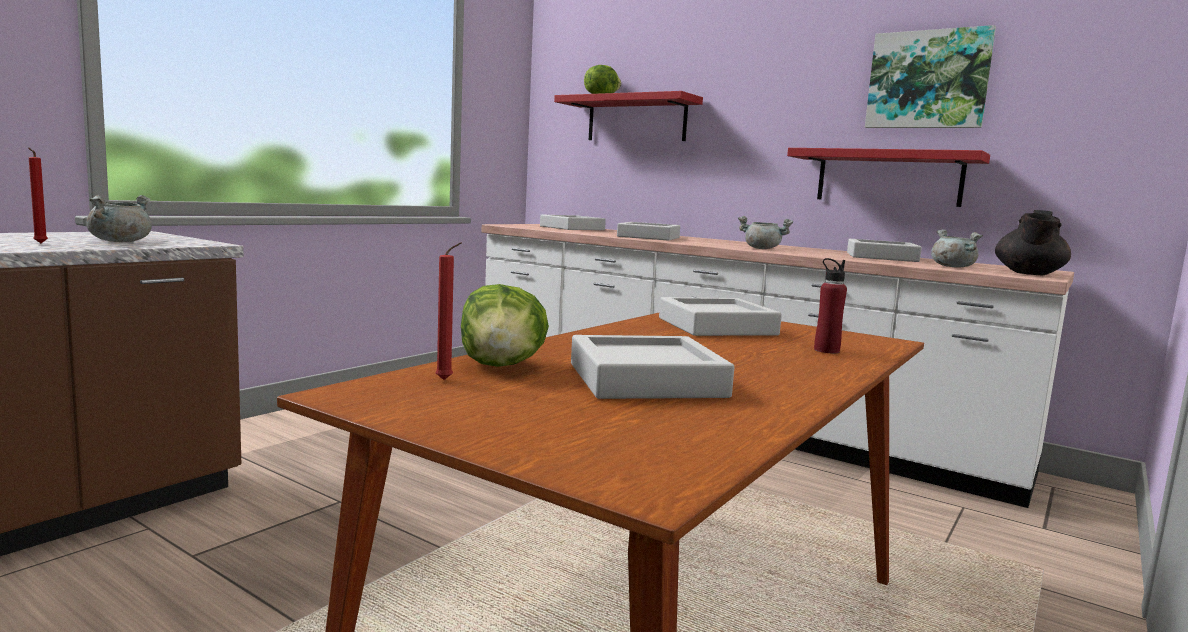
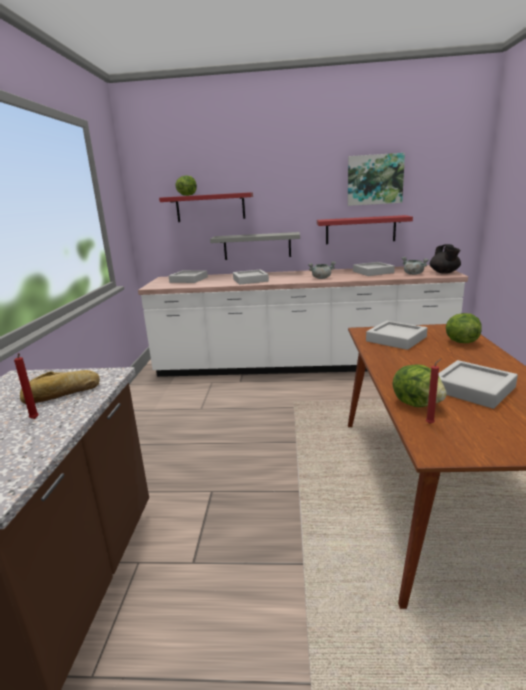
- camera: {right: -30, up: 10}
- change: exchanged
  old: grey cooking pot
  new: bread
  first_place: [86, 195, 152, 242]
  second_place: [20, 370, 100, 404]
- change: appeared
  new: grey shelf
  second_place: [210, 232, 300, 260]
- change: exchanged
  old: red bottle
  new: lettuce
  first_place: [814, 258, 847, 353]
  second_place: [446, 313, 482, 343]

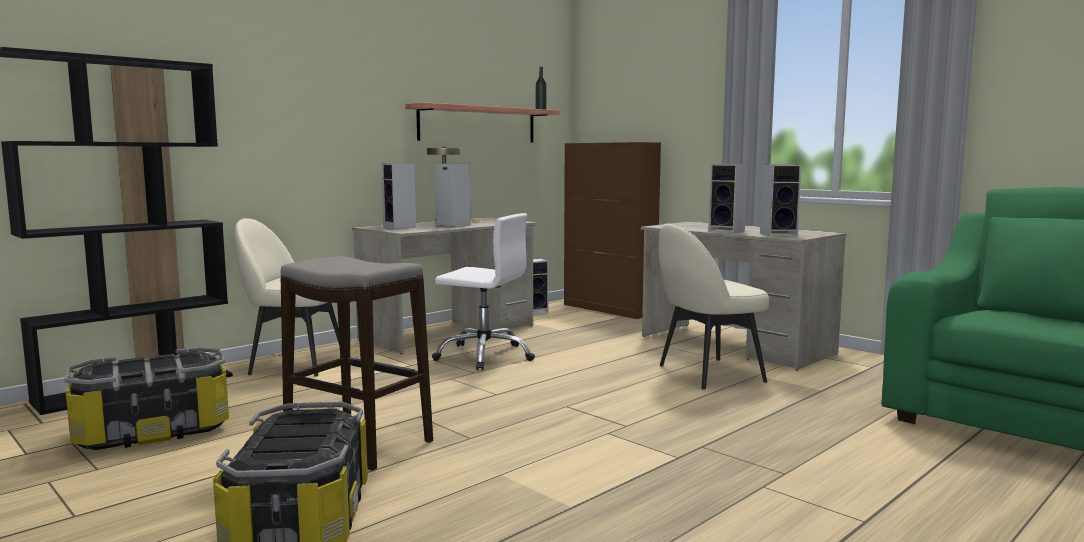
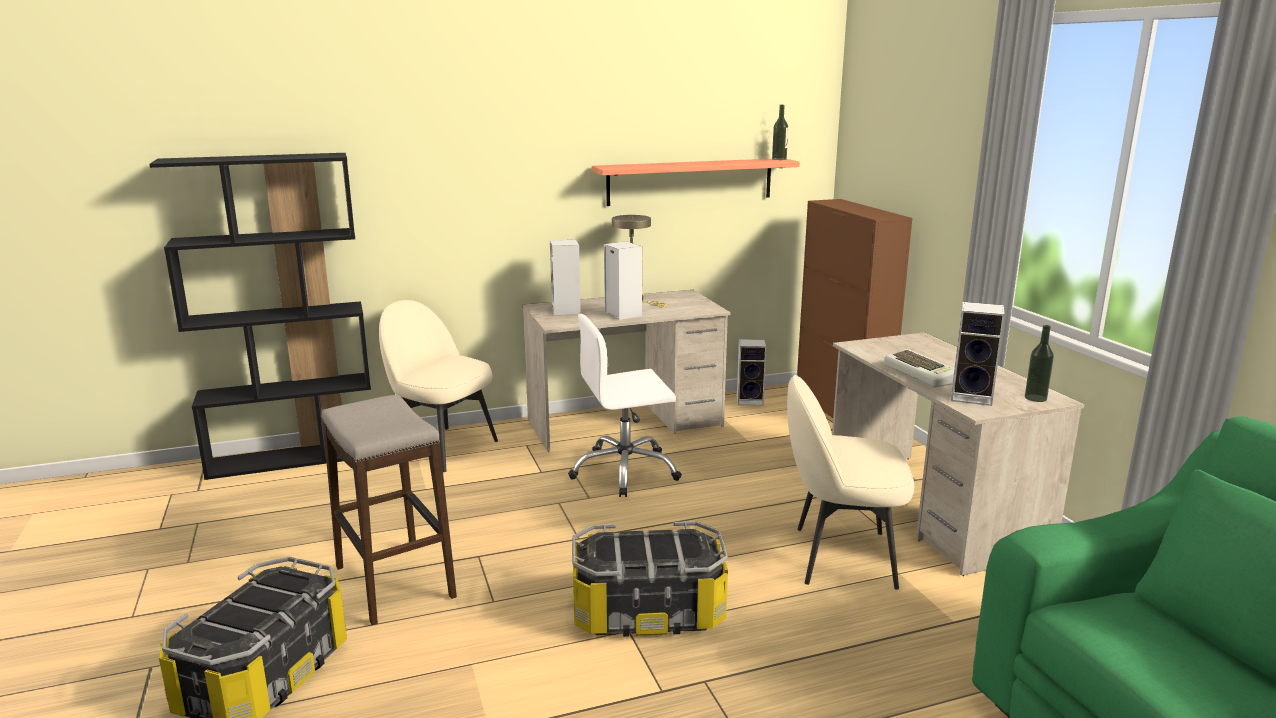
- camera: {right: 25, up: 10}
- change: spun
  old: white office chair
  first_place: [432, 213, 535, 370]
  second_place: [568, 314, 682, 497]
  degrees: 120
- change: relocated
  old: storage box
  first_place: [64, 347, 229, 450]
  second_place: [572, 521, 728, 637]
- change: exchanged
  old: speaker
  new: keyboard
  first_place: [708, 164, 748, 233]
  second_place: [884, 349, 954, 387]
- change: appeared
  new: bottle
  second_place: [1025, 325, 1054, 402]

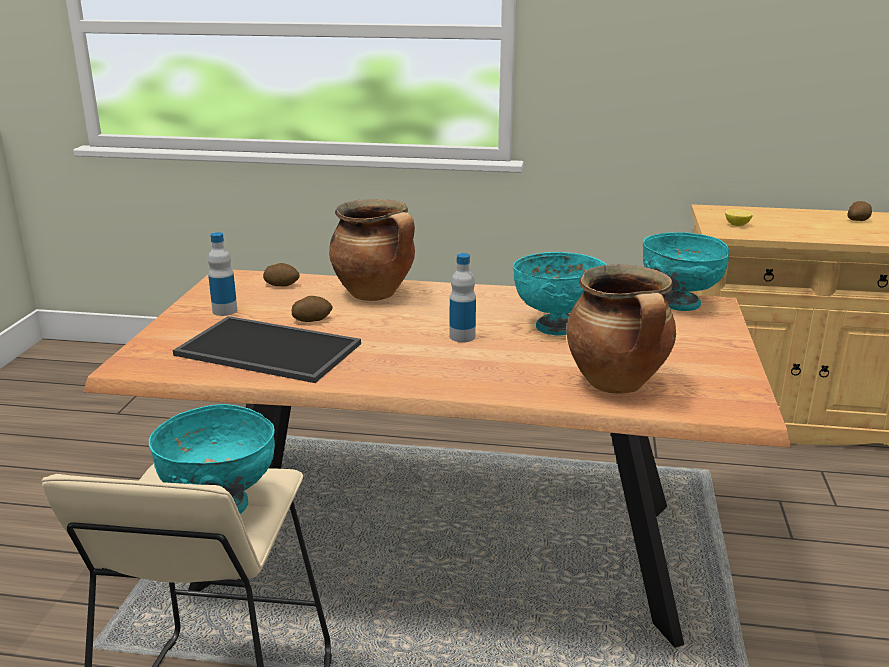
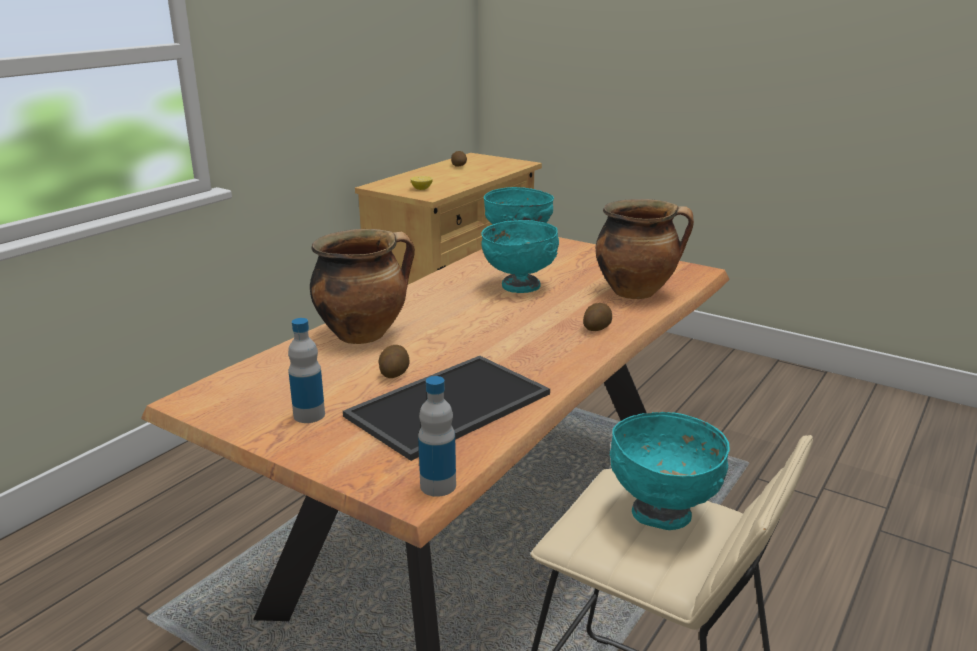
- camera: {right: -65, up: 0}
- change: relocated
  old: bottle
  first_place: [450, 253, 476, 342]
  second_place: [418, 376, 456, 497]
- change: relocated
  old: potato
  first_place: [263, 263, 300, 287]
  second_place: [583, 303, 612, 331]

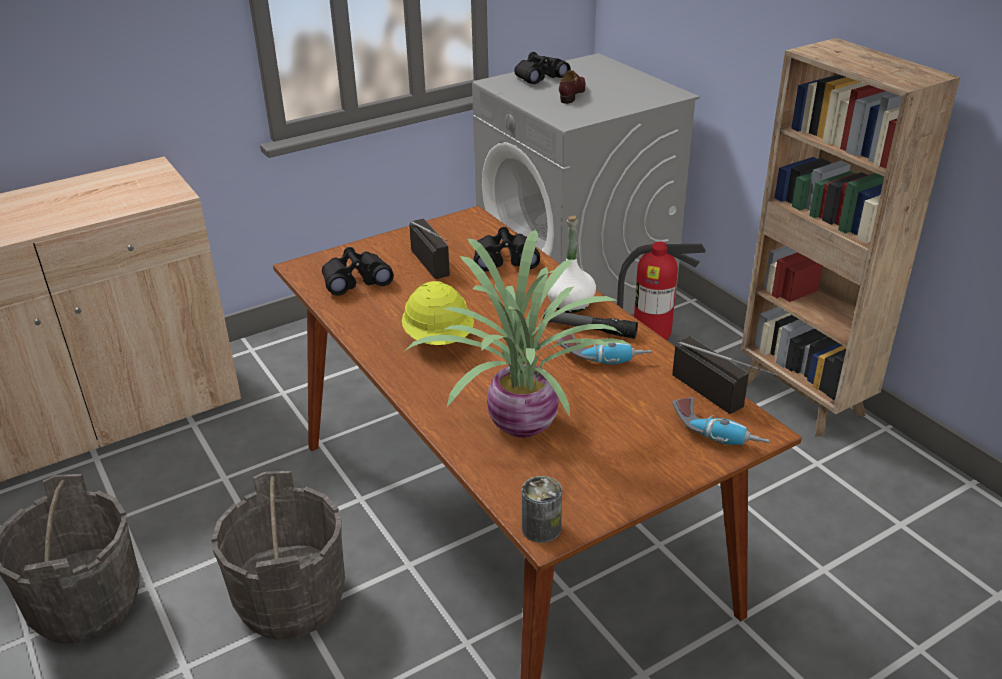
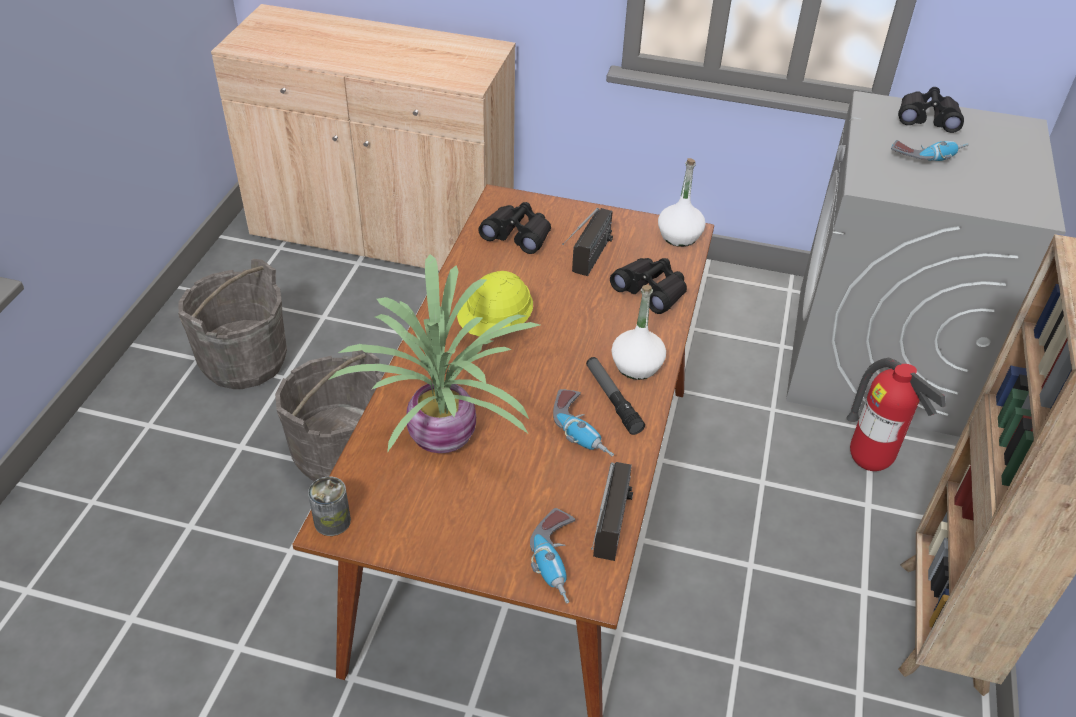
- camera: {right: 45, up: 10}
- change: appeared
  new: white bottle
  second_place: [658, 158, 706, 247]
- change: exchanged
  old: brown shoe
  new: power drill
  first_place: [559, 70, 586, 104]
  second_place: [891, 140, 969, 161]

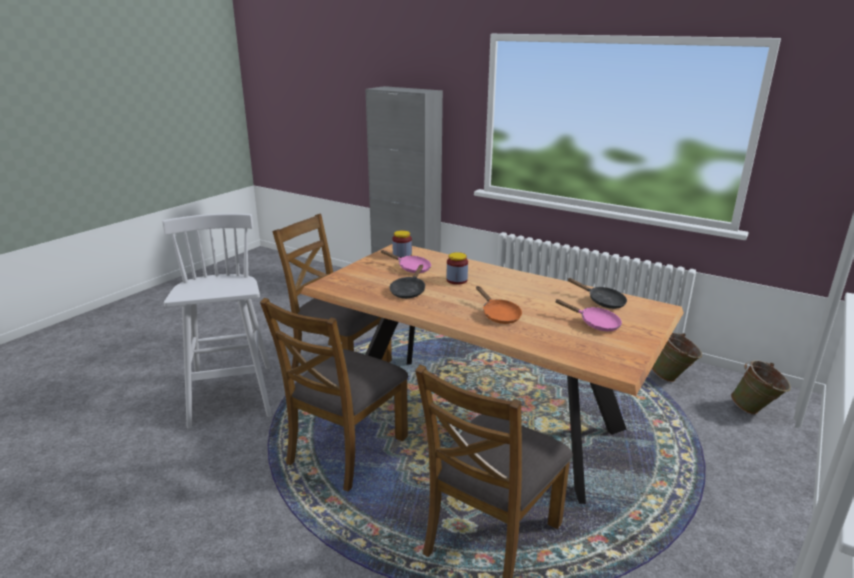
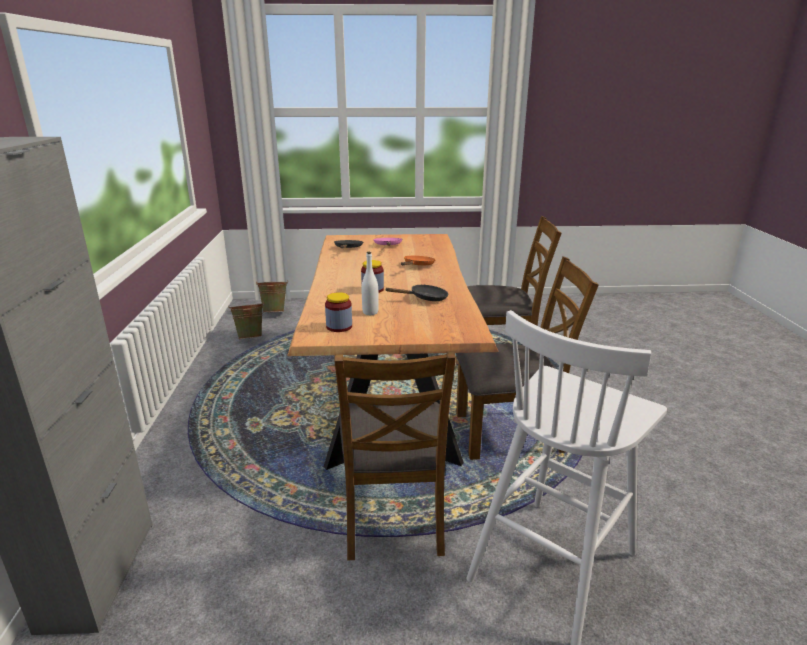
- camera: {right: -125, up: 0}
- change: exchanged
  old: pink frying pan
  new: white bottle
  first_place: [380, 250, 431, 273]
  second_place: [362, 252, 379, 315]

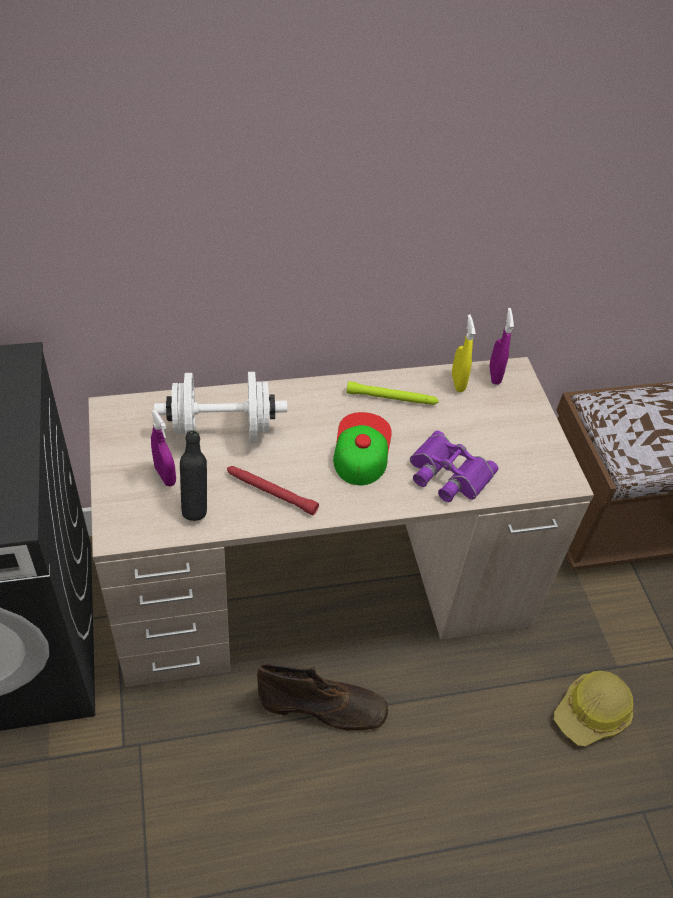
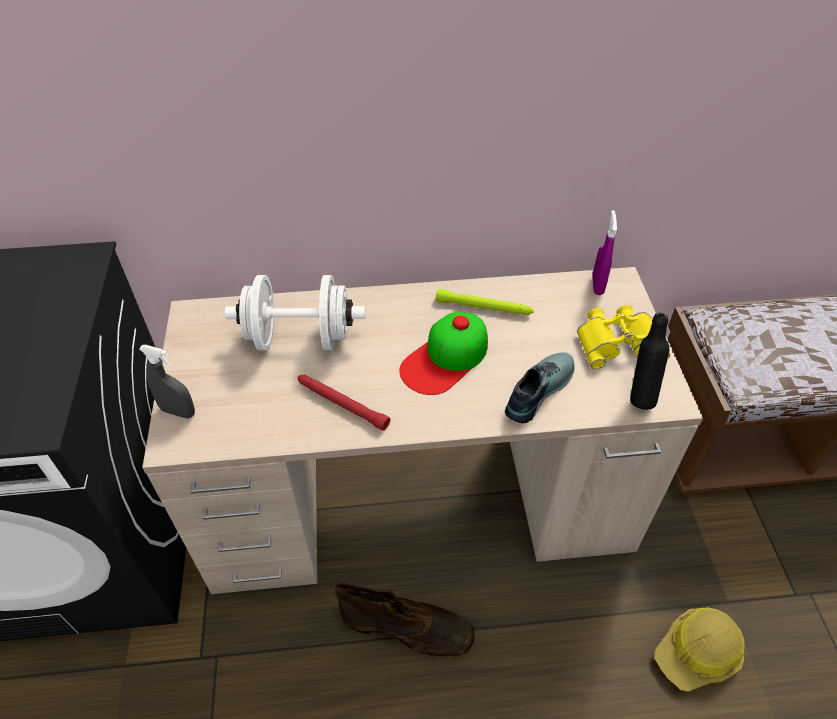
- camera: {right: 10, up: 0}
- change: appeared
  new: grey spray bottle
  second_place: [139, 344, 195, 419]
- change: spun
  old: cap
  first_place: [333, 412, 392, 486]
  second_place: [399, 312, 488, 395]
  degrees: -150
- change: exchanged
  old: purple binoculars
  new: shoe
  first_place: [410, 431, 498, 502]
  second_place: [505, 352, 575, 423]
- change: appeared
  new: yellow binoculars
  second_place: [577, 305, 670, 369]
- change: relocated
  old: black bottle
  first_place: [180, 430, 207, 521]
  second_place: [630, 312, 669, 410]
- change: missing
  old: purple spray bottle
  first_place: [151, 410, 176, 486]
- change: missing
  old: yellow spray bottle
  first_place: [452, 314, 476, 392]

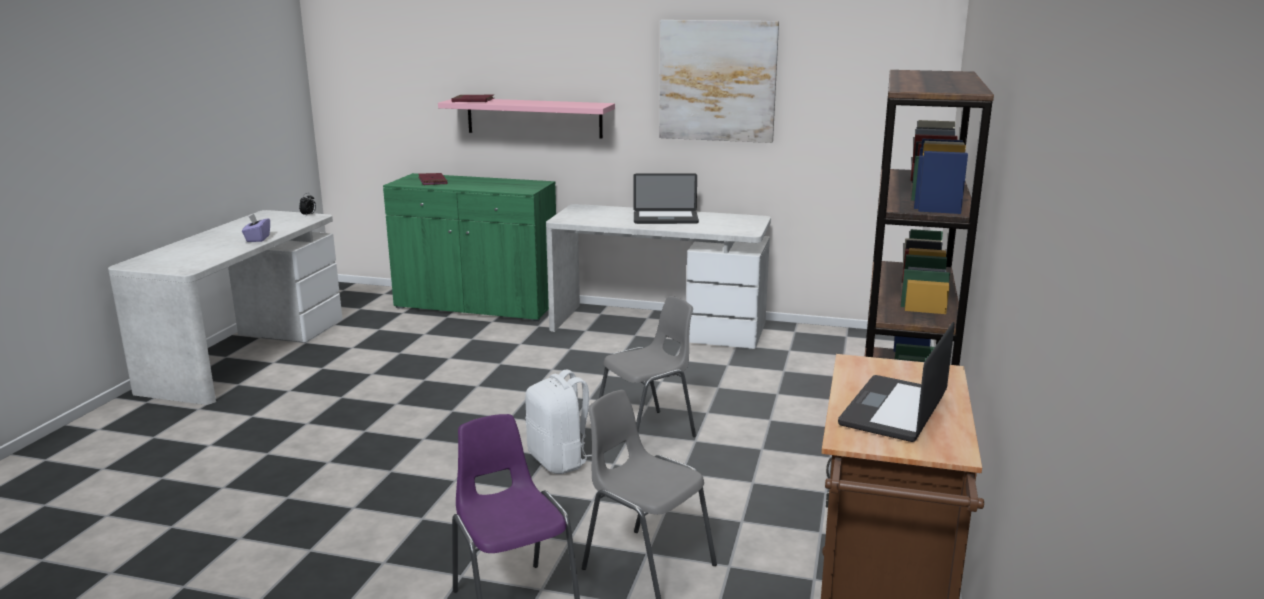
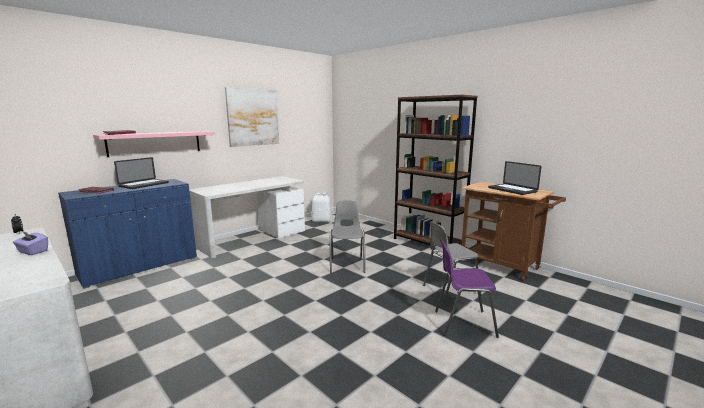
- camera: {right: -60, up: -5}
- change: colour
  old: green cabinet
  new: blue cabinet
  first_place: [383, 173, 556, 322]
  second_place: [58, 179, 197, 289]
- change: relocated
  old: laptop
  first_place: [633, 174, 699, 224]
  second_place: [114, 157, 169, 189]
- change: relocated
  old: white backpack
  first_place: [525, 369, 592, 474]
  second_place: [311, 193, 332, 222]

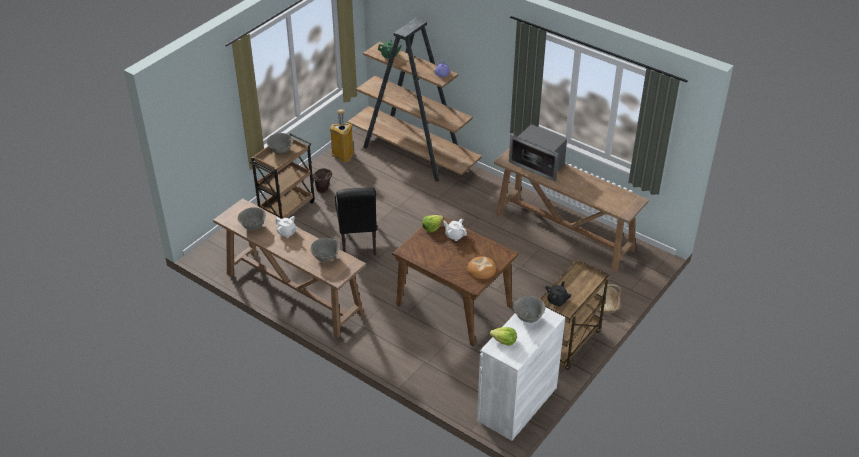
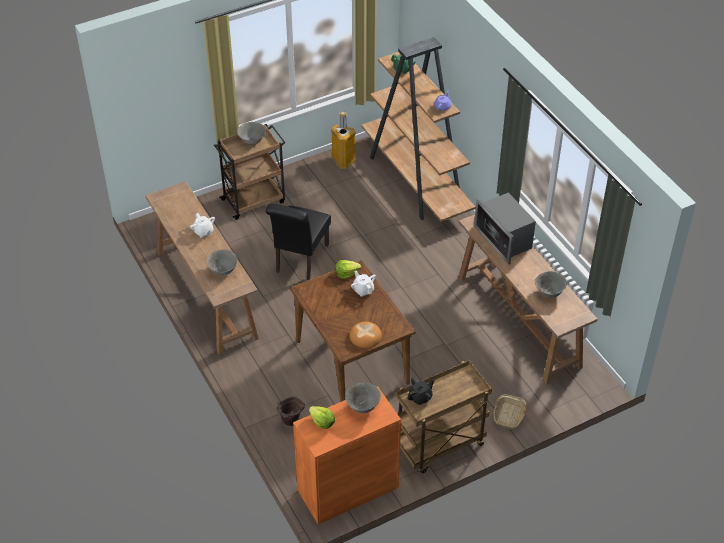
- camera: {right: 25, up: 5}
- change: relocated
  old: brown bucket
  first_place: [312, 168, 332, 193]
  second_place: [276, 396, 305, 426]
- change: colour
  old: white cabinet
  new: orange cabinet
  first_place: [477, 307, 565, 441]
  second_place: [293, 386, 401, 525]
- change: relocated
  old: grey bowl
  first_place: [237, 207, 266, 230]
  second_place: [535, 271, 567, 298]

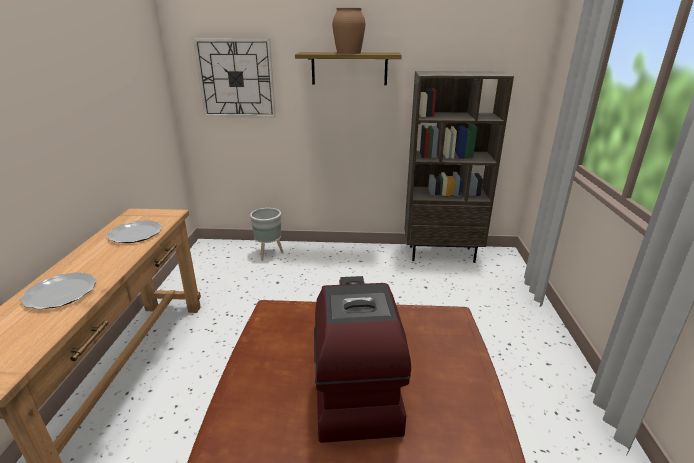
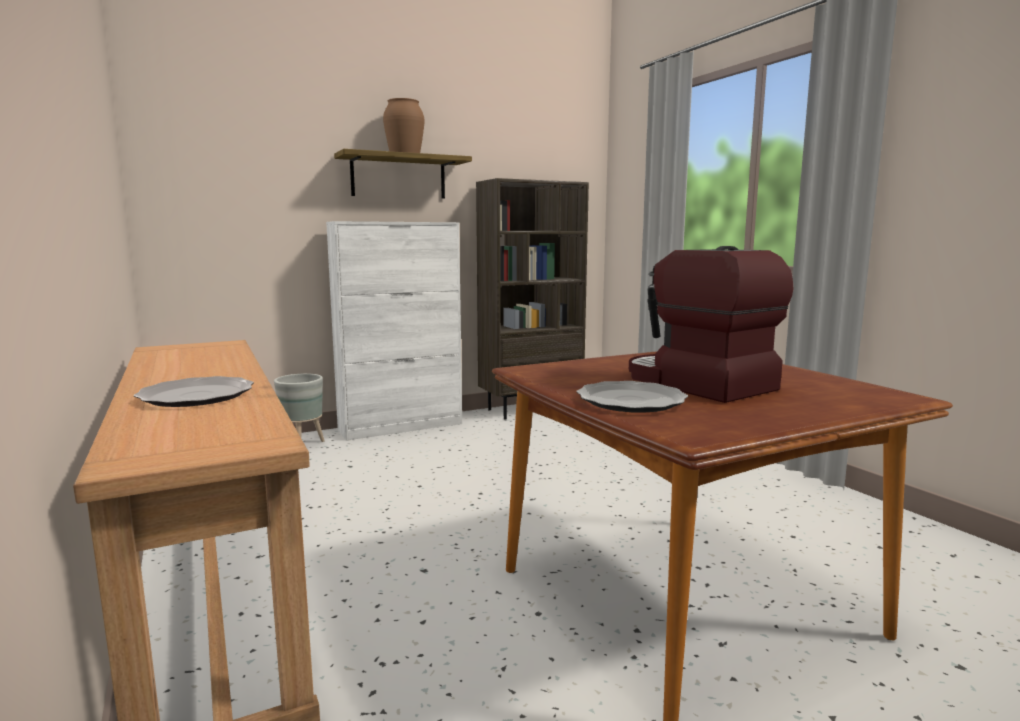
- camera: {right: -30, up: -15}
- change: appeared
  new: white cabinet
  second_place: [326, 221, 462, 441]
- change: relocated
  old: plate
  first_place: [107, 220, 163, 243]
  second_place: [576, 381, 688, 413]
- change: missing
  old: wall clock
  first_place: [193, 38, 276, 118]

